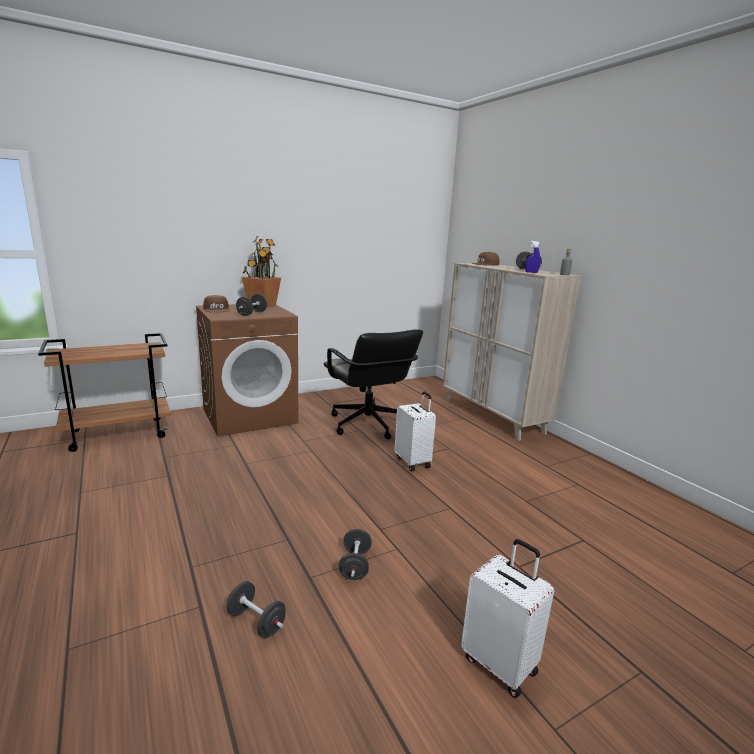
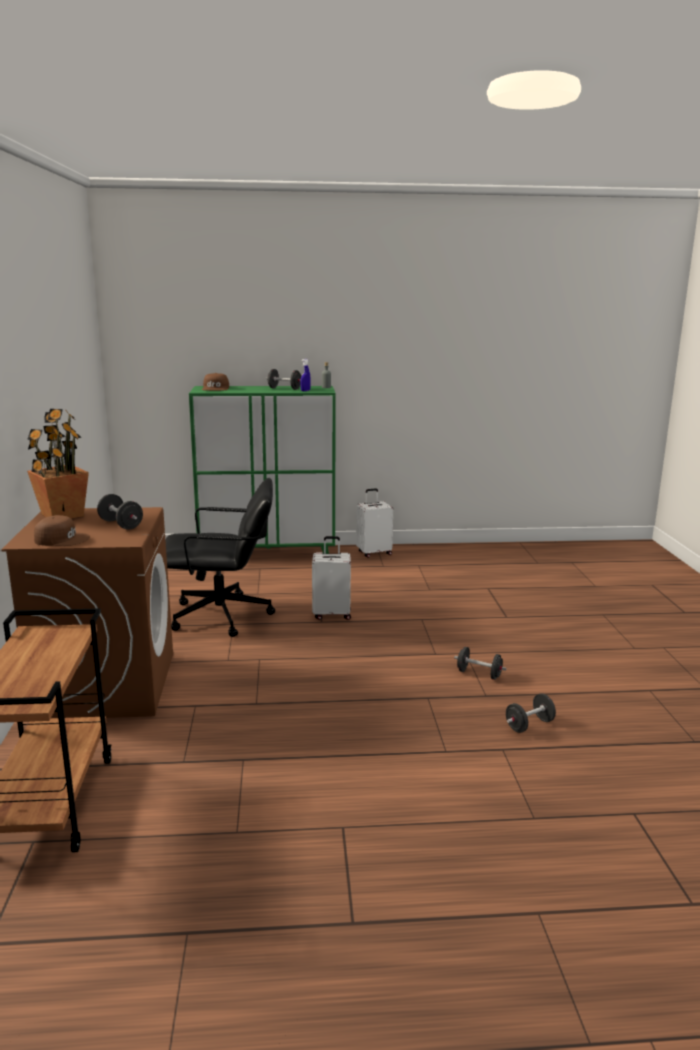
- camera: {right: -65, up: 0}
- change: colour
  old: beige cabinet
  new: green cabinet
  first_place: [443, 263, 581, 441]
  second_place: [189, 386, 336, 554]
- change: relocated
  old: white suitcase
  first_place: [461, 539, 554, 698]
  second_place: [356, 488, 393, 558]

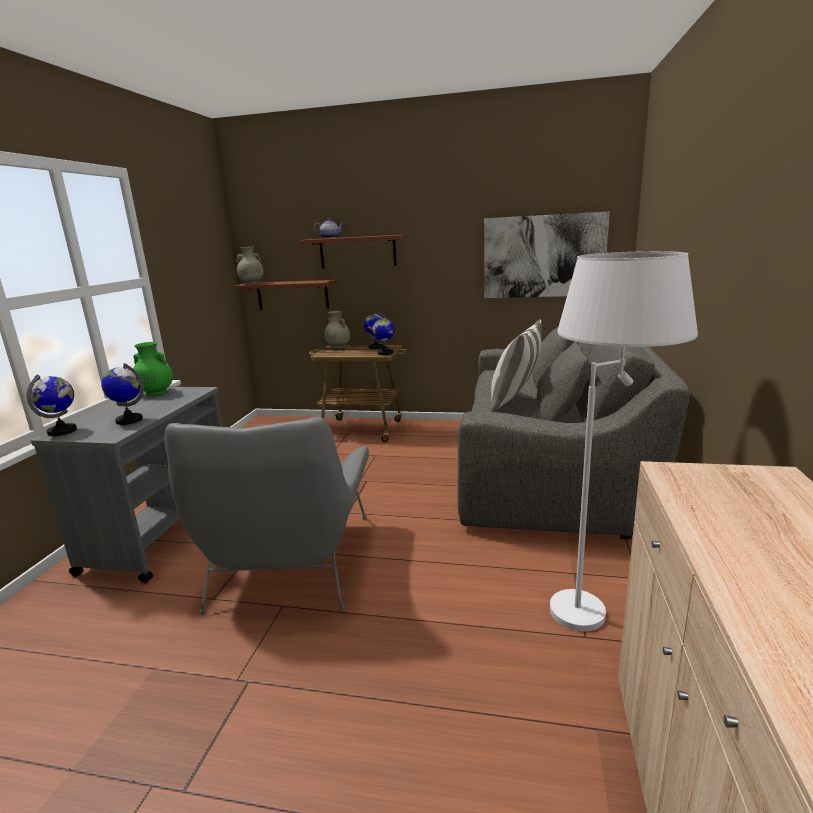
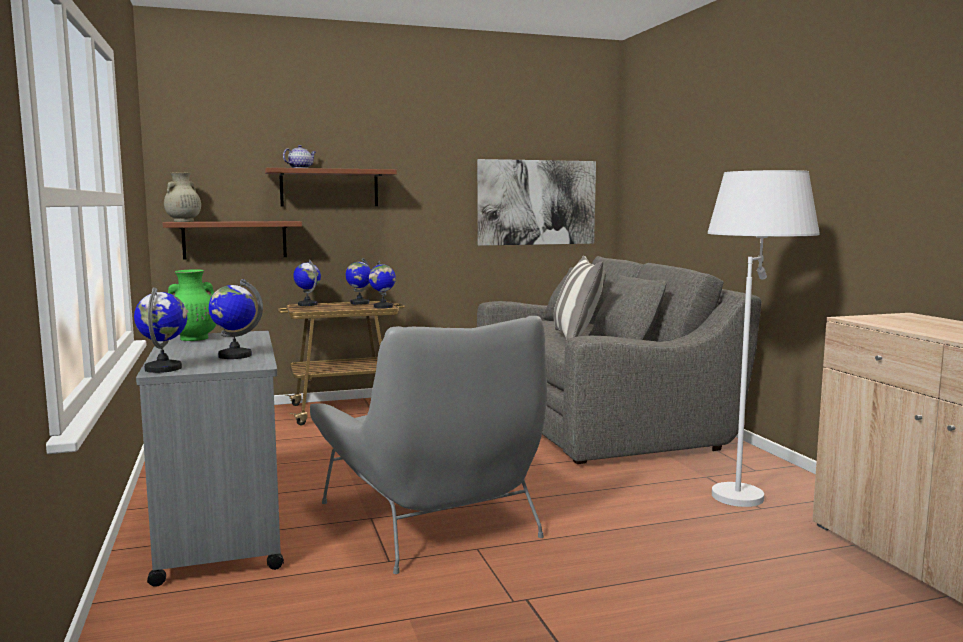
- camera: {right: -30, up: -10}
- change: exchanged
  old: beige vase
  new: globe
  first_place: [324, 311, 350, 349]
  second_place: [293, 259, 321, 306]

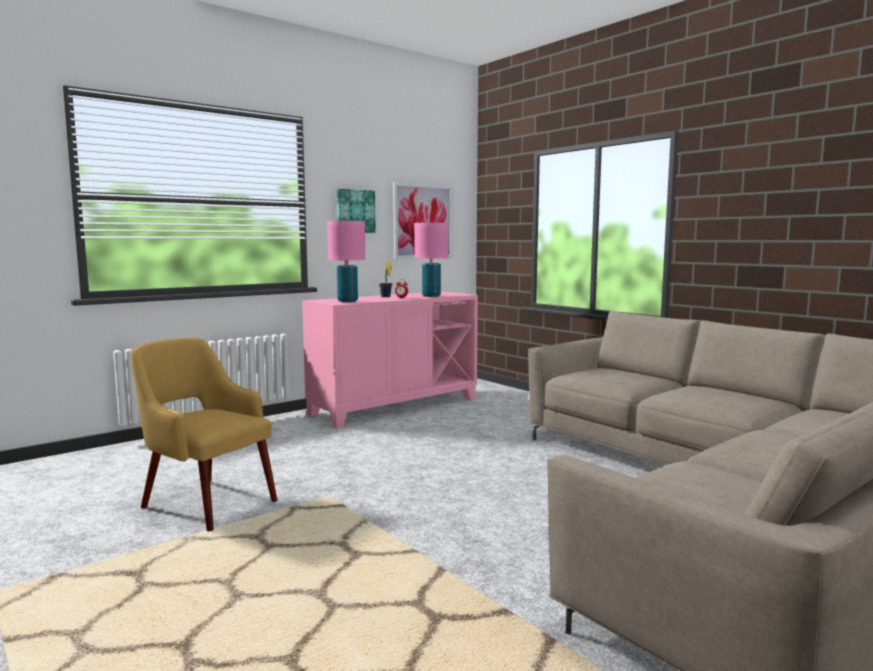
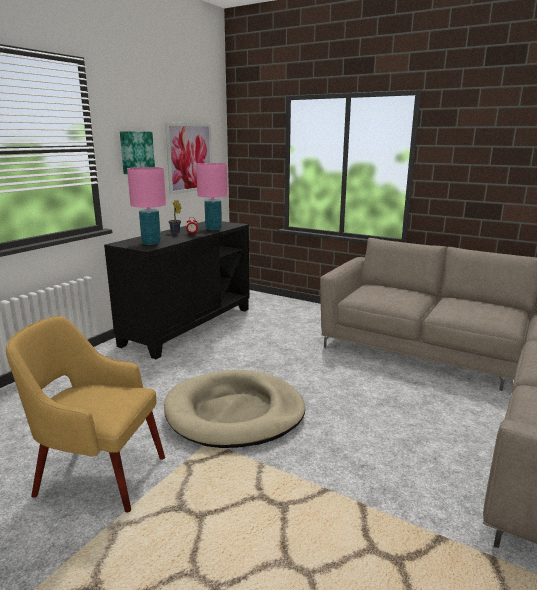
- camera: {right: -20, up: 10}
- change: colour
  old: pink cabinet
  new: black cabinet
  first_place: [302, 291, 478, 428]
  second_place: [104, 221, 250, 359]
- change: appeared
  new: beige dog bed
  second_place: [164, 370, 305, 448]

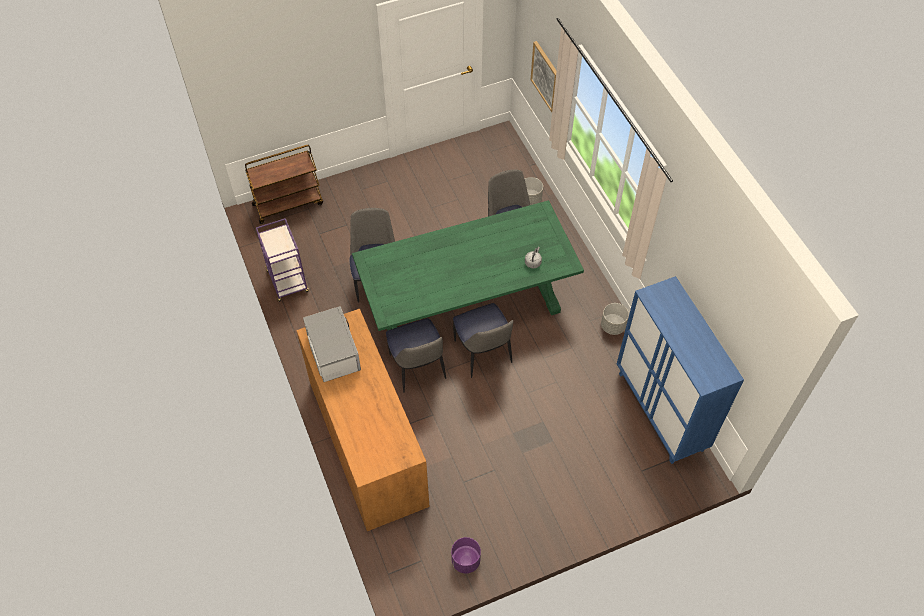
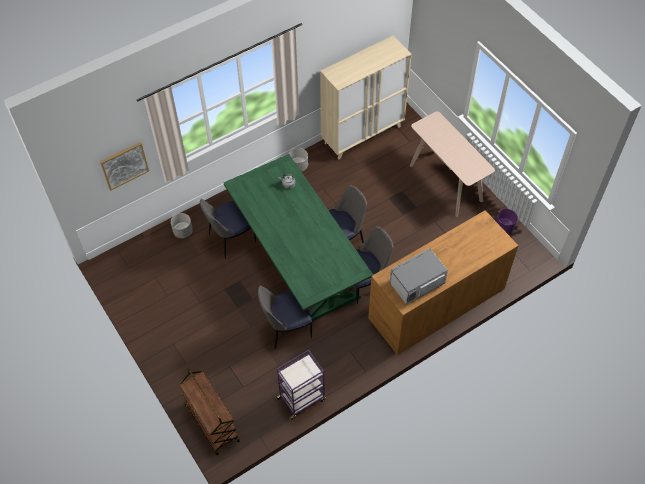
- camera: {right: -100, up: 0}
- change: colour
  old: blue cabinet
  new: beige cabinet
  first_place: [617, 276, 744, 464]
  second_place: [320, 36, 412, 160]
- change: appeared
  new: beige console table
  second_place: [410, 111, 495, 217]

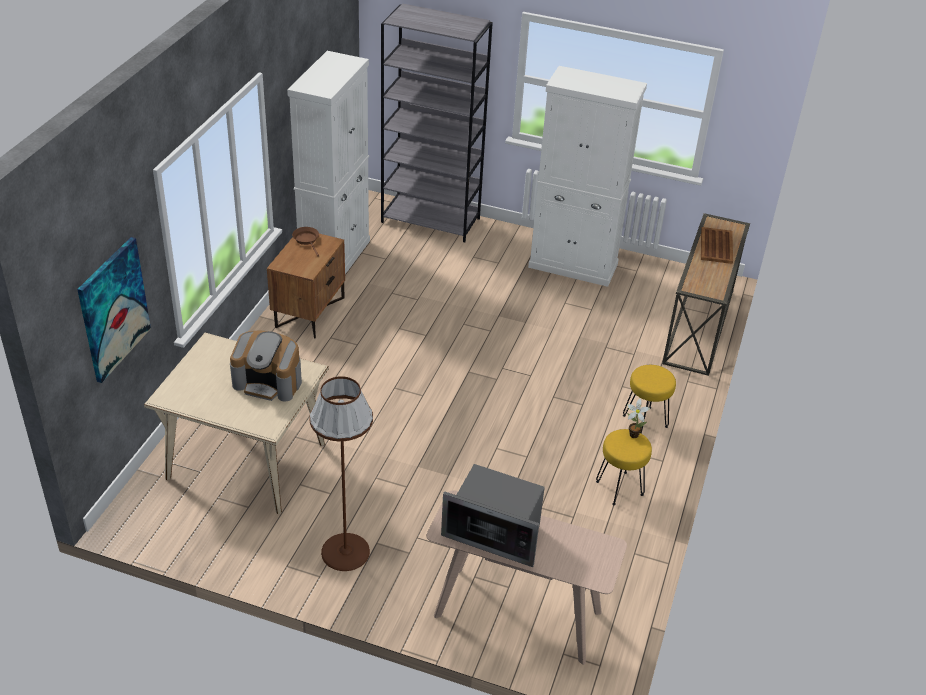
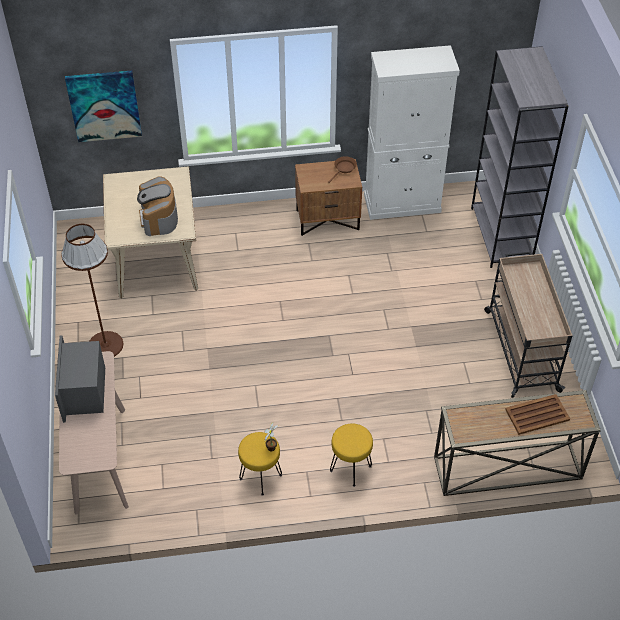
- camera: {right: 65, up: 10}
- change: exchanged
  old: white cabinet
  new: beige cart
  first_place: [528, 66, 647, 287]
  second_place: [484, 252, 573, 398]

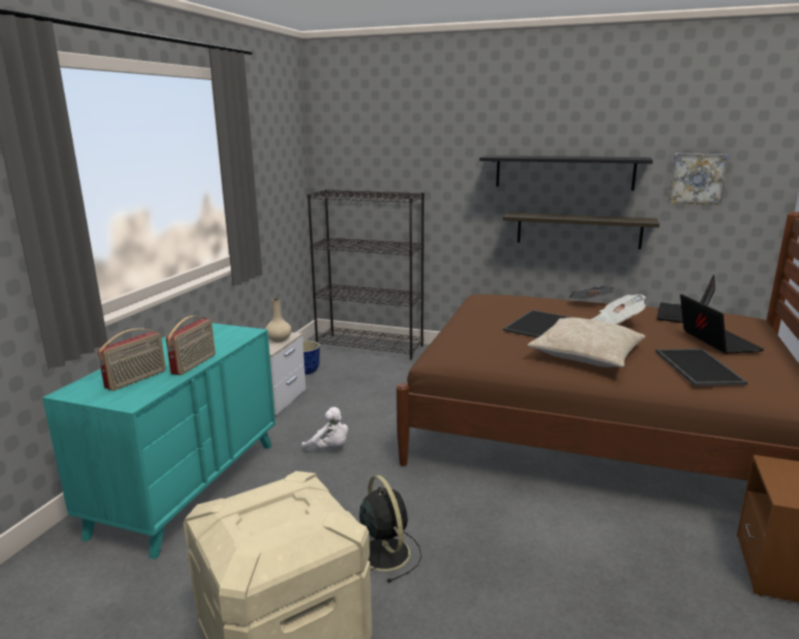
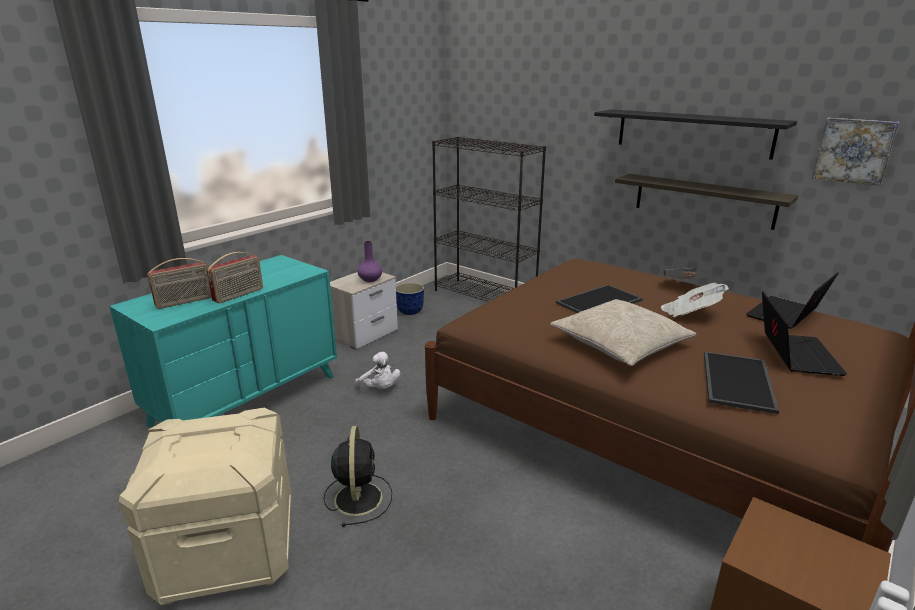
- camera: {right: 20, up: 5}
- change: colour
  old: beige vase
  new: purple vase
  first_place: [265, 298, 292, 342]
  second_place: [357, 241, 382, 282]

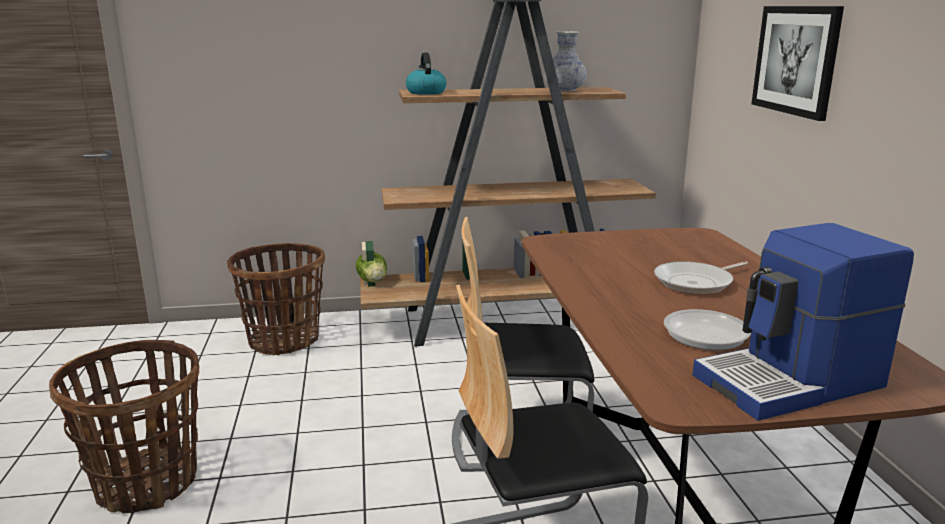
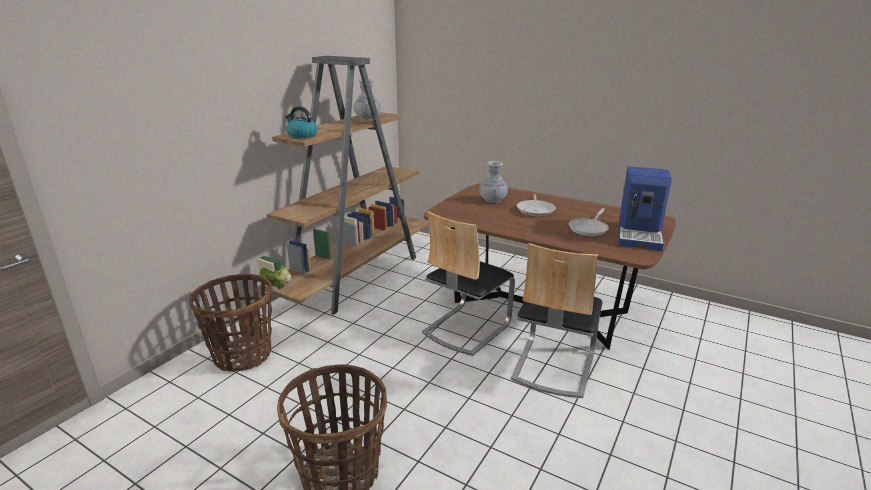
- camera: {right: -50, up: 5}
- change: appeared
  new: vase
  second_place: [479, 161, 508, 203]
- change: missing
  old: picture
  first_place: [751, 6, 844, 121]

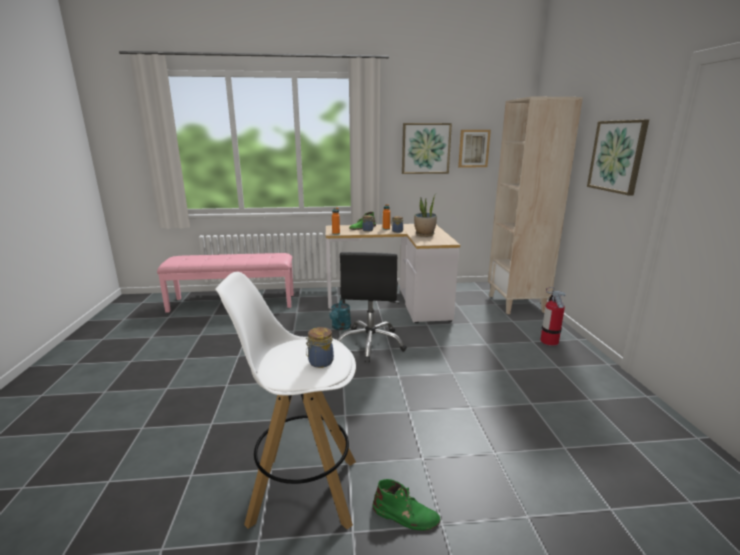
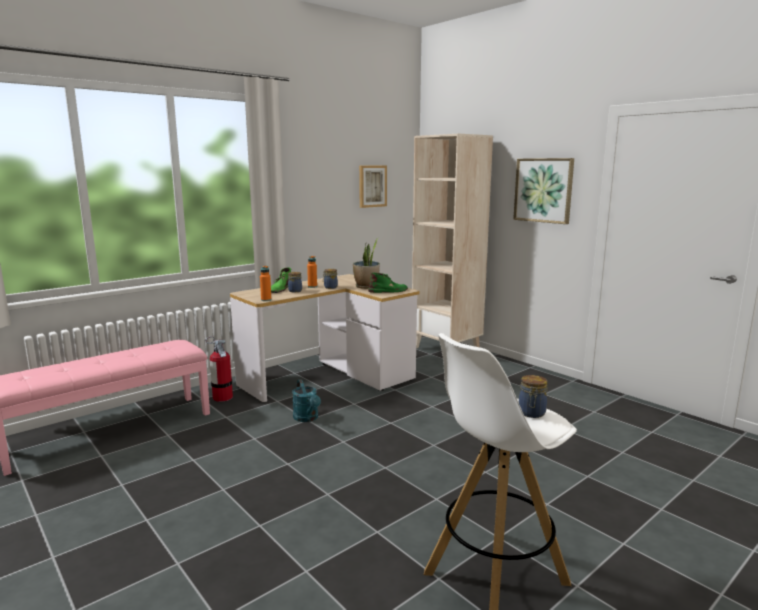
- camera: {right: -35, up: -5}
- change: relocated
  old: fire extinguisher
  first_place: [540, 287, 566, 346]
  second_place: [205, 336, 233, 402]
- change: relocated
  old: green boot
  first_place: [373, 479, 441, 531]
  second_place: [368, 273, 408, 293]
- change: missing
  old: black office chair
  first_place: [338, 252, 407, 362]
- change: missing
  old: picture
  first_place: [402, 123, 452, 174]

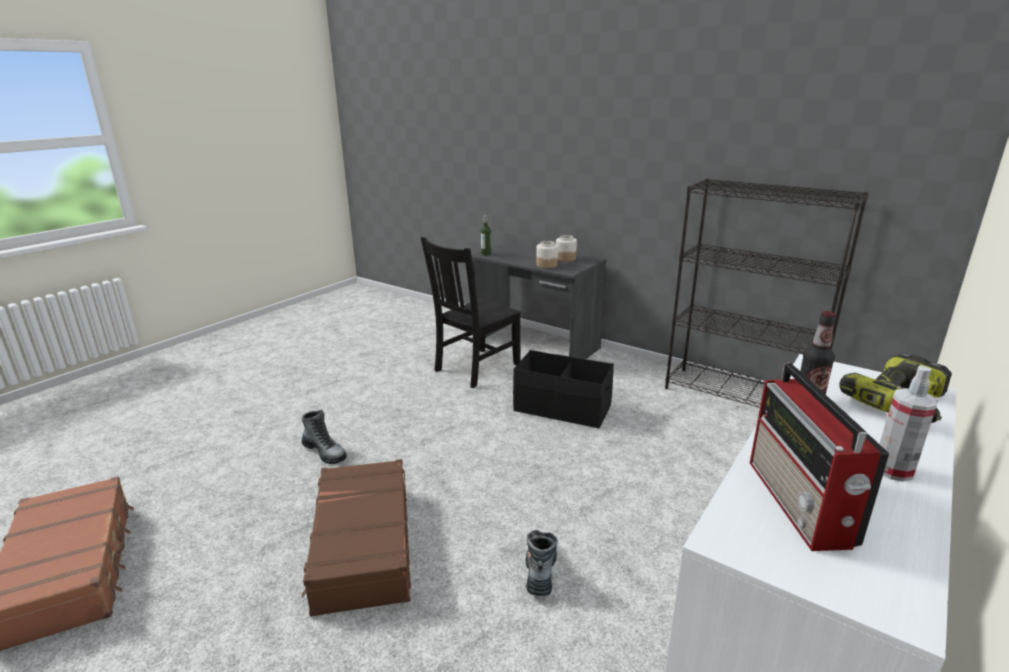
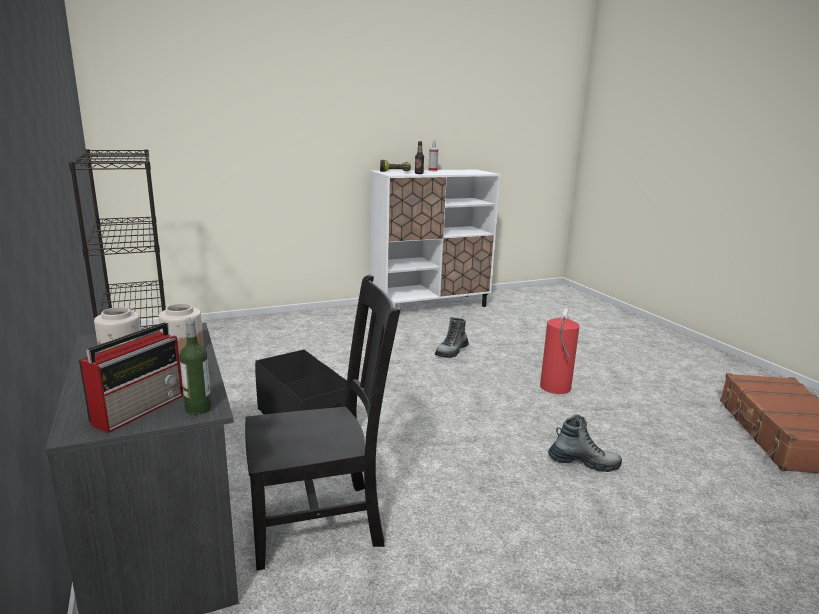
- camera: {right: -150, up: -5}
- change: relocated
  old: radio
  first_place: [750, 363, 889, 551]
  second_place: [79, 322, 183, 433]
- change: exchanged
  old: brown suitcase
  new: fire extinguisher
  first_place: [302, 459, 411, 617]
  second_place: [540, 309, 579, 394]
- change: spun
  old: boot
  first_place: [301, 410, 347, 464]
  second_place: [548, 414, 622, 472]
  degrees: 120

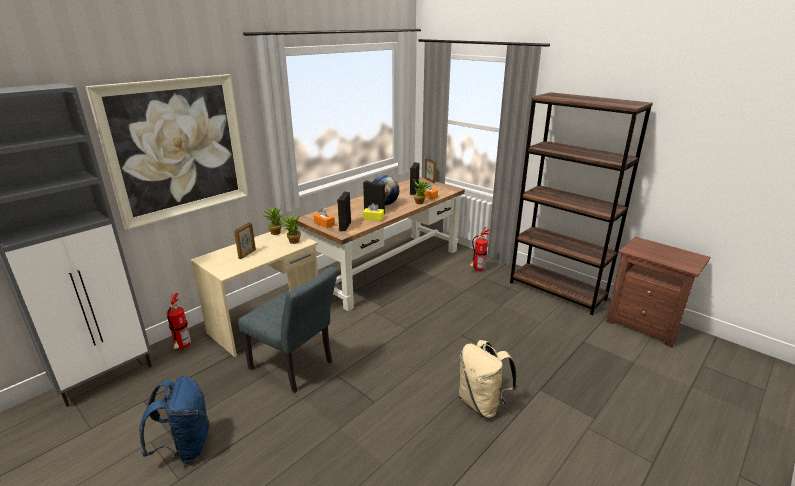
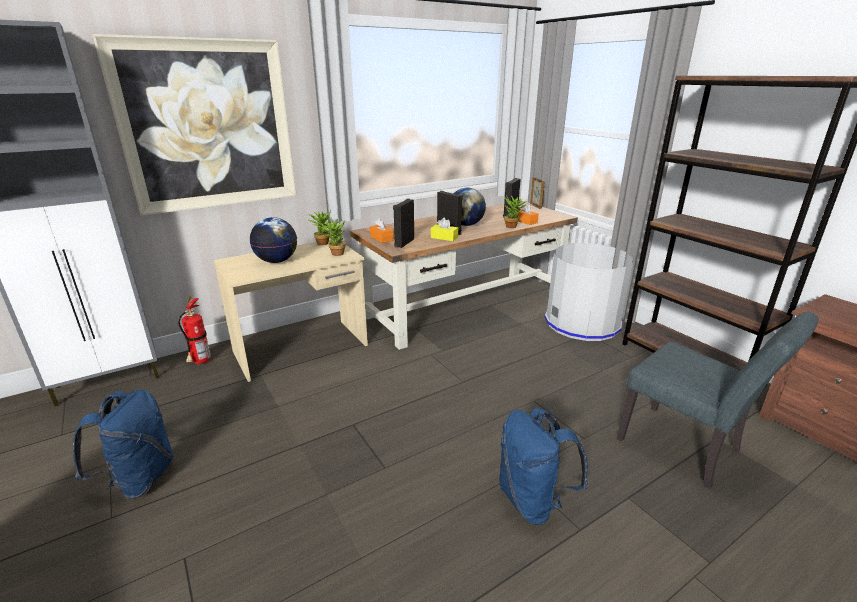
- camera: {right: 15, up: 0}
- change: exchanged
  old: picture frame
  new: globe
  first_place: [234, 222, 256, 259]
  second_place: [250, 217, 297, 263]
- change: colour
  old: beige backpack
  new: blue backpack
  first_place: [459, 340, 518, 418]
  second_place: [499, 408, 588, 525]
- change: exchanged
  old: fire extinguisher
  new: grey trash can
  first_place: [470, 227, 490, 271]
  second_place: [545, 243, 633, 341]
- change: relocated
  old: grey chair
  first_place: [238, 267, 338, 393]
  second_place: [617, 311, 819, 489]

